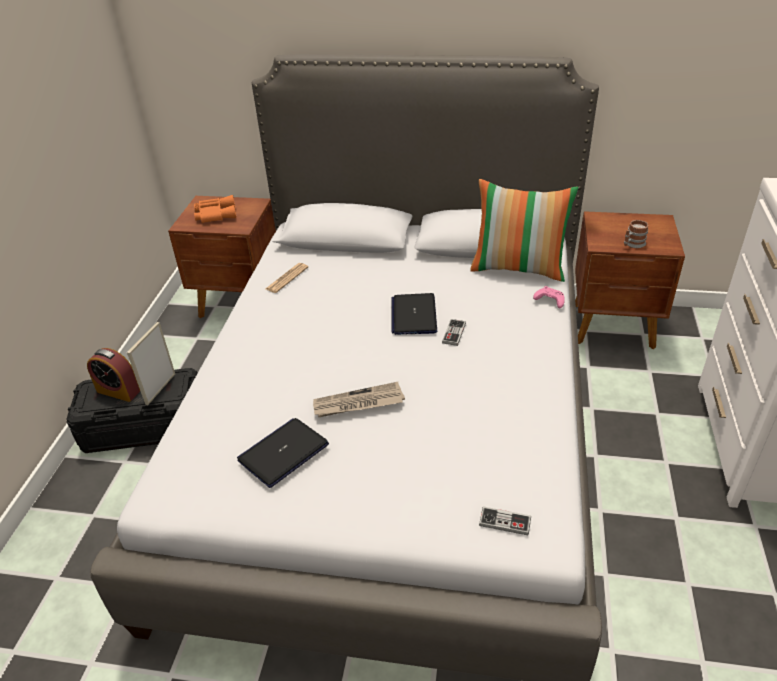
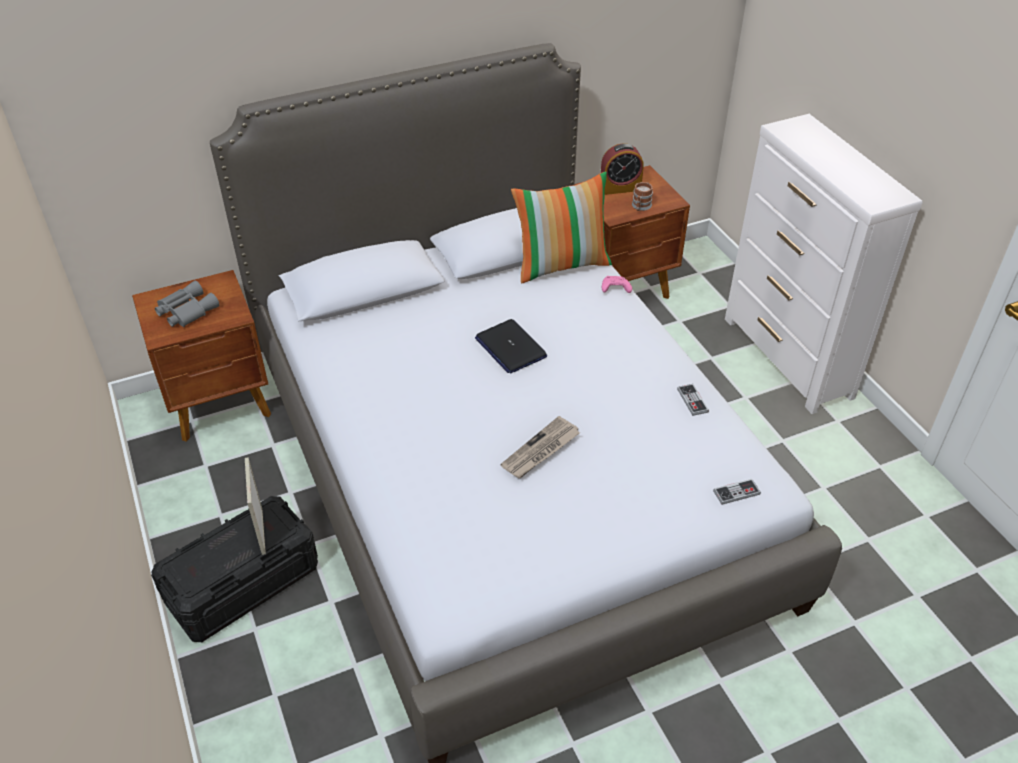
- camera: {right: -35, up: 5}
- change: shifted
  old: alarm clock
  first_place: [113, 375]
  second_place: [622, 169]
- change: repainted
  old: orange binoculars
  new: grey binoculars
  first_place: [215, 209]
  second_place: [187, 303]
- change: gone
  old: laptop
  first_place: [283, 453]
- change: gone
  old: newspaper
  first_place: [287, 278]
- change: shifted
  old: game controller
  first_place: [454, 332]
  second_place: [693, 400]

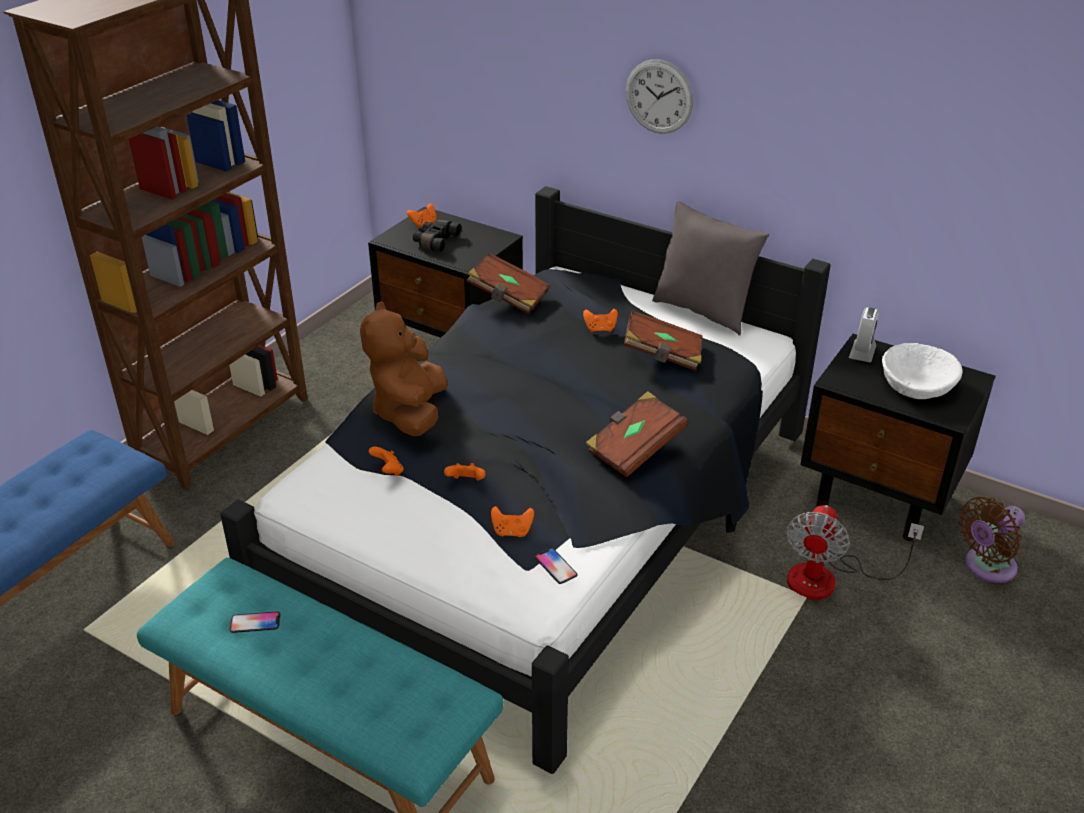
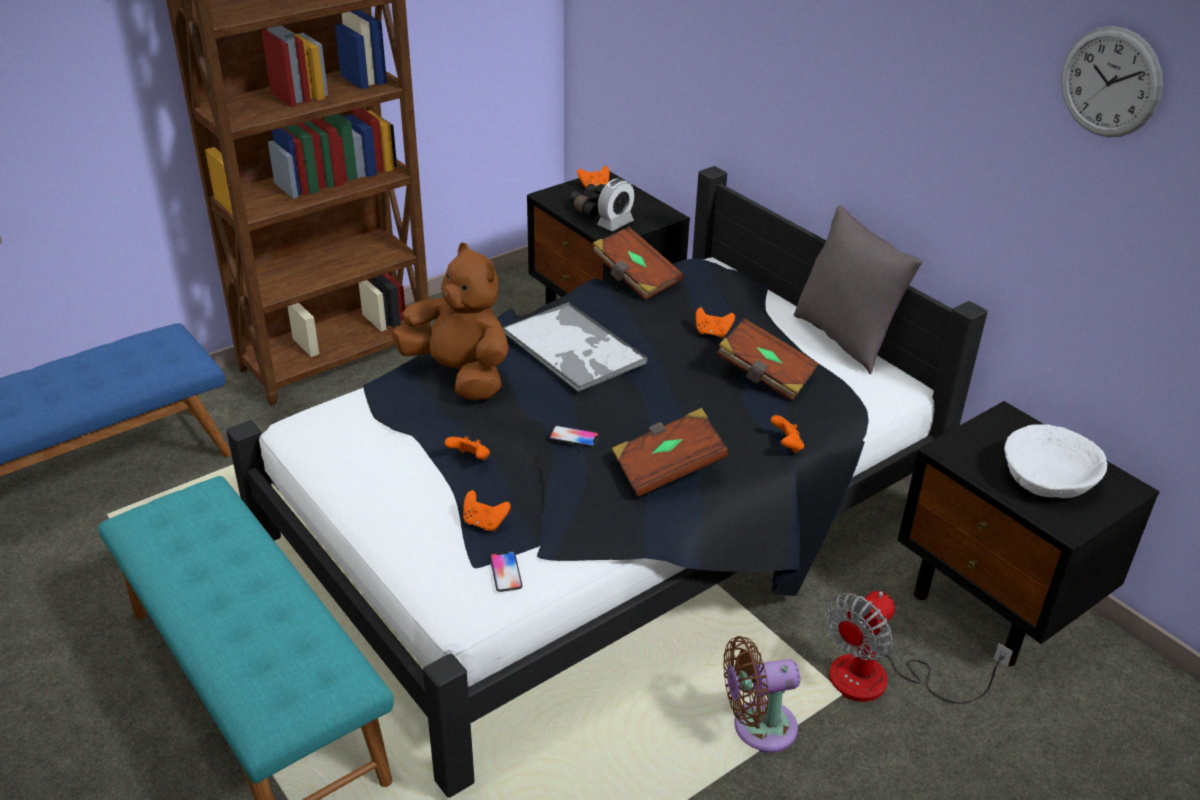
- camera: {right: 20, up: 0}
- change: shifted
  old: phone
  first_place: [255, 622]
  second_place: [574, 436]
- change: rotated
  old: brown plush toy
  first_place: [404, 368]
  second_place: [450, 321]
  degrees: 105
- change: shifted
  old: orange game controller
  first_place: [386, 461]
  second_place: [787, 434]
- change: shifted
  old: wall clock
  first_place: [659, 96]
  second_place: [1112, 81]
- change: shifted
  old: alarm clock
  first_place: [864, 335]
  second_place: [615, 204]
- change: shifted
  old: brown fan
  first_place: [992, 540]
  second_place: [761, 694]
- change: new
  new: tray
  second_place: [575, 347]

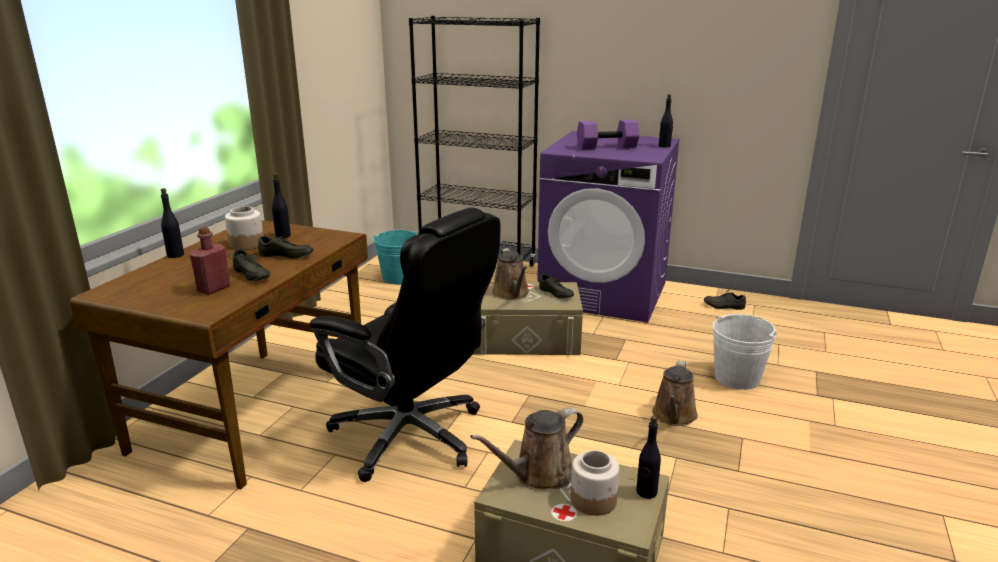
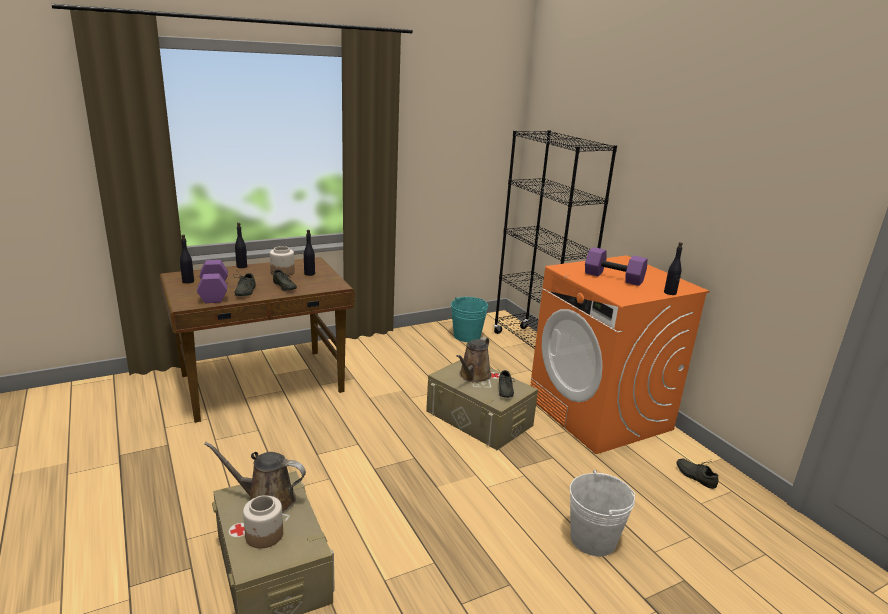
- camera: {right: 40, up: 0}
- change: swapped
  old: red bottle
  new: purple dumbbell
  first_place: [210, 261]
  second_place: [212, 281]
- change: gone
  old: black office chair
  first_place: [405, 345]
- change: repainted
  old: purple washing machine
  new: orange washing machine
  first_place: [608, 226]
  second_place: [619, 354]
- change: shifted
  old: black bottle
  first_place: [648, 457]
  second_place: [187, 259]
- change: gone
  old: brown watering can
  first_place: [675, 393]

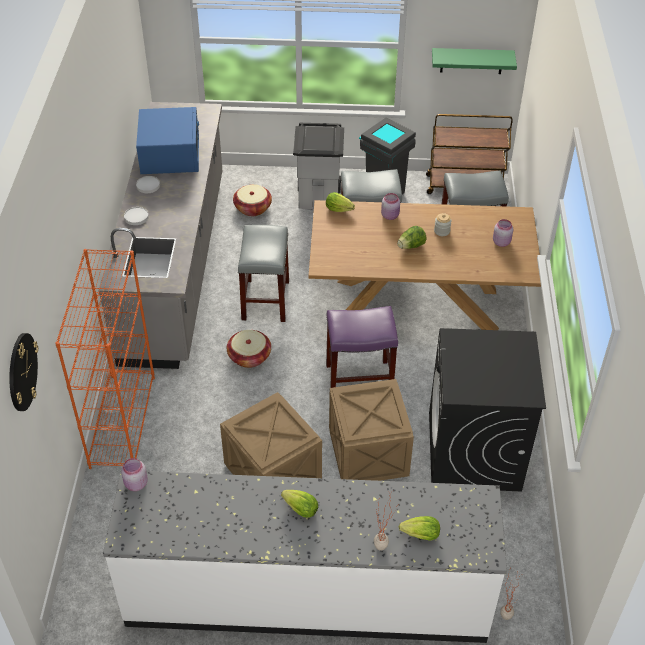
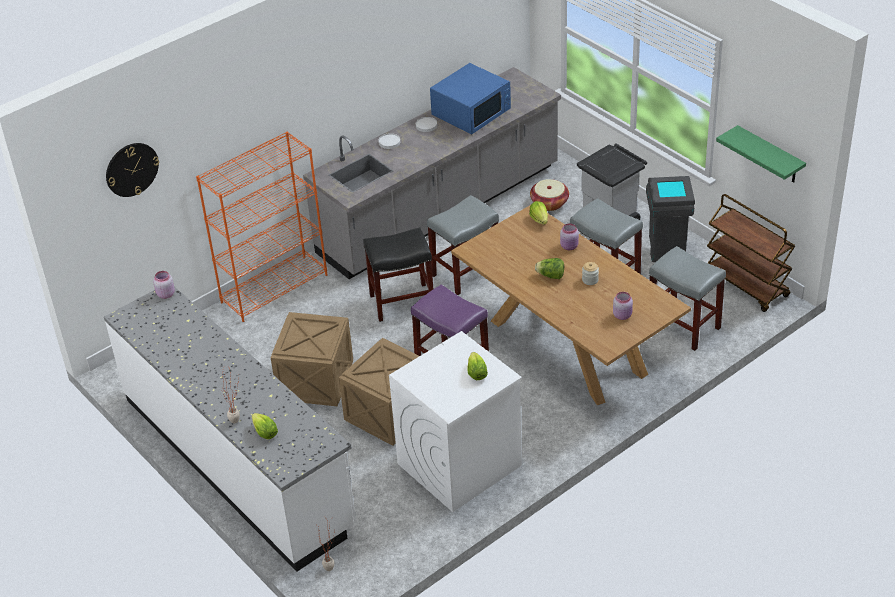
- camera: {right: 50, up: -5}
- change: swapped
  old: basket
  new: black stool
  first_place: [249, 349]
  second_place: [398, 274]
- change: shifted
  old: lettuce
  first_place: [299, 504]
  second_place: [478, 366]
- change: repainted
  old: black washing machine
  new: white washing machine
  first_place: [487, 410]
  second_place: [455, 421]

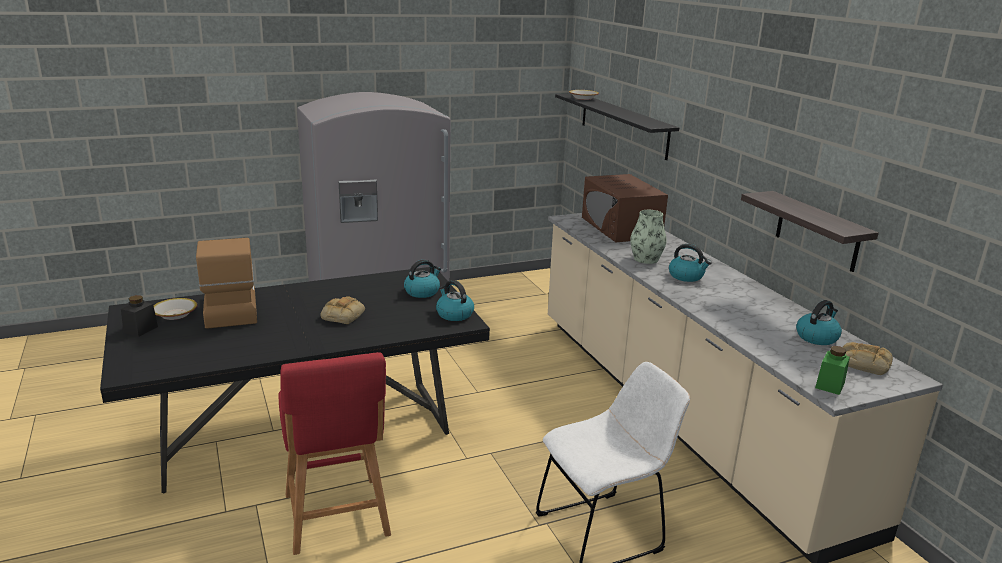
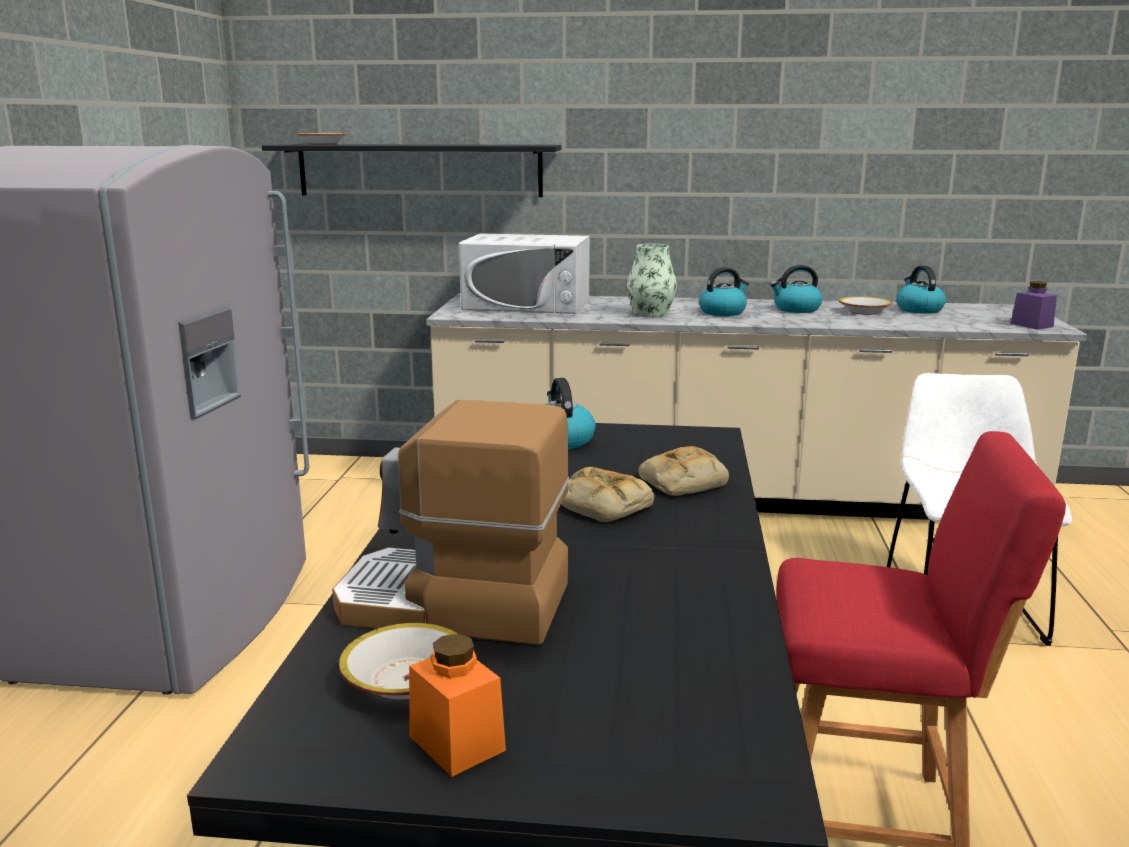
- camera: {right: -60, up: -5}
- change: repainted
  old: black jar
  new: orange jar
  first_place: [139, 316]
  second_place: [457, 705]
- change: shifted
  old: kettle
  first_place: [455, 300]
  second_place: [796, 289]
- change: repainted
  old: brown microwave
  new: white microwave
  first_place: [625, 208]
  second_place: [524, 273]
- change: gone
  old: shelf
  first_place: [810, 231]
- change: repainted
  old: green jar
  new: purple jar
  first_place: [832, 370]
  second_place: [1034, 305]
- change: shifted
  old: bread
  first_place: [867, 358]
  second_place: [683, 471]
- change: new
  new: bowl
  second_place: [865, 305]

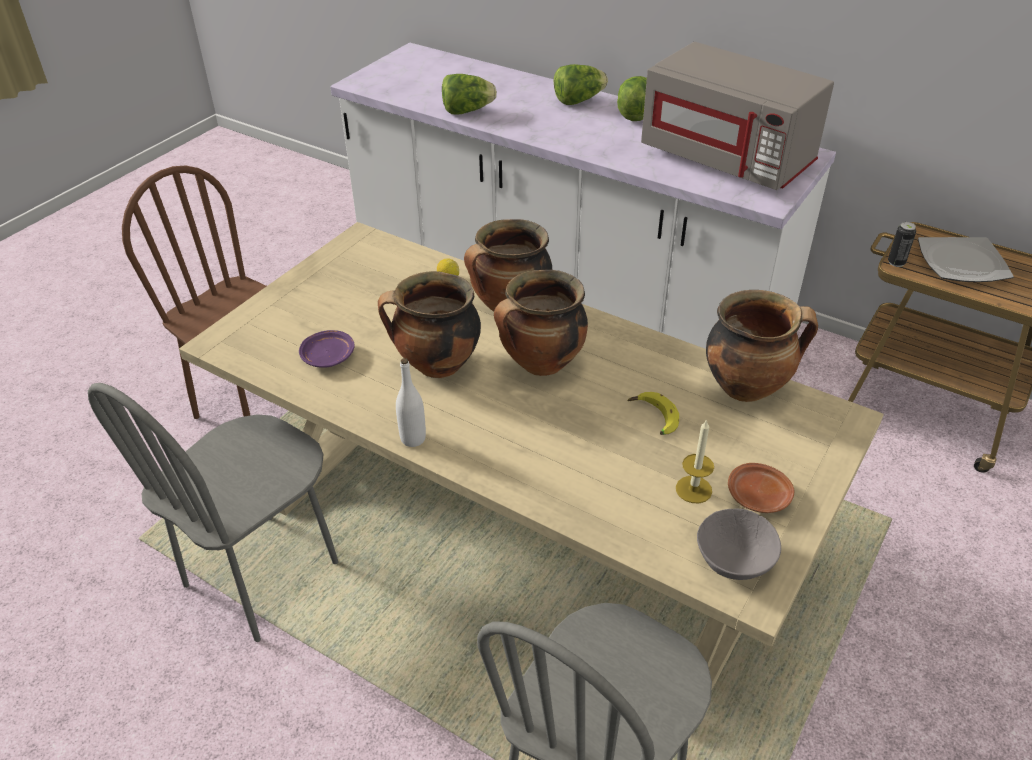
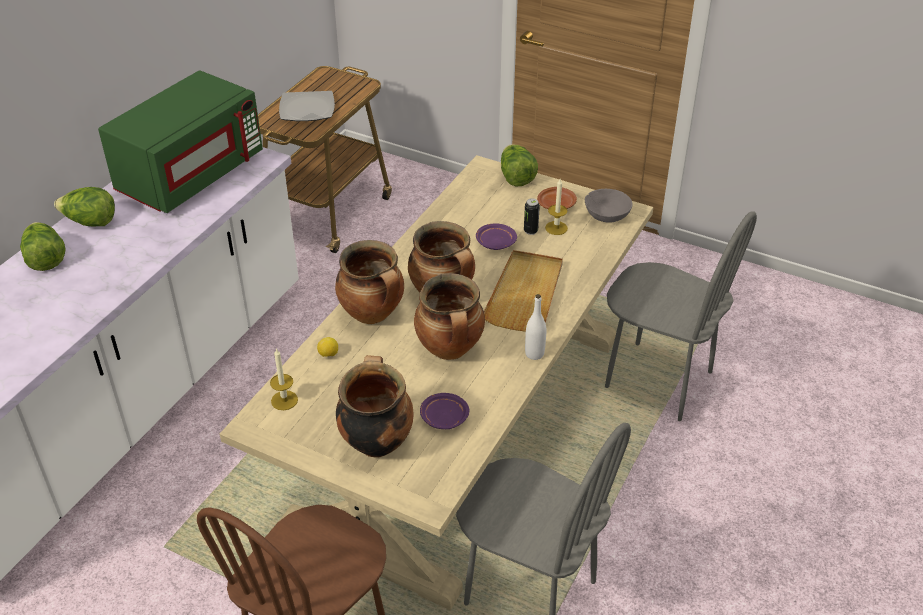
- camera: {right: -95, up: 0}
- change: shifted
  old: lettuce
  first_place: [469, 94]
  second_place: [519, 165]
- change: swapped
  old: banana
  new: purple plate
  first_place: [653, 413]
  second_place: [496, 236]
- change: repainted
  old: grey microwave
  new: green microwave
  first_place: [737, 116]
  second_place: [180, 141]
- change: shifted
  old: cooking pot
  first_place: [762, 346]
  second_place: [375, 406]
- change: shifted
  old: can
  first_place: [902, 244]
  second_place: [532, 216]
- change: new
  new: candle
  second_place: [284, 379]
- change: new
  new: beige tray
  second_place: [523, 291]

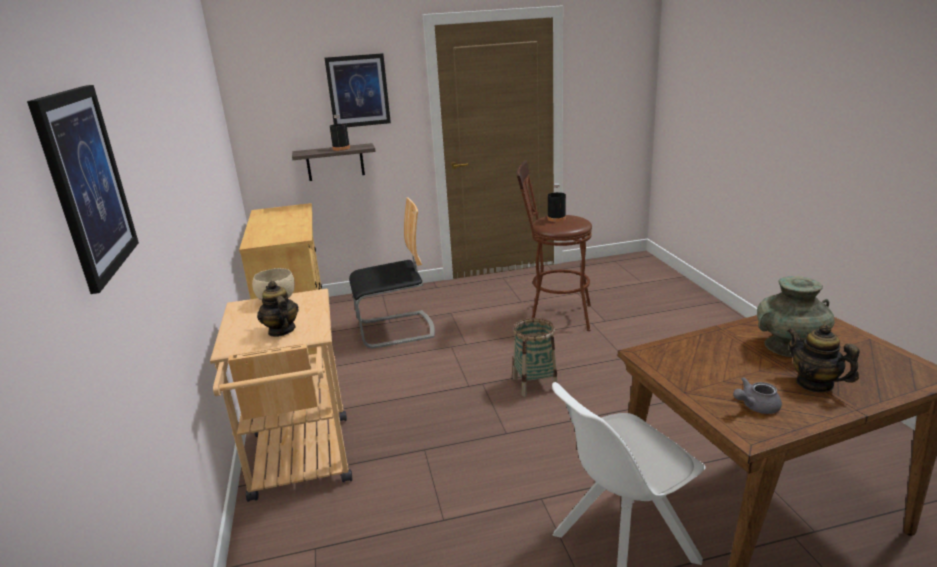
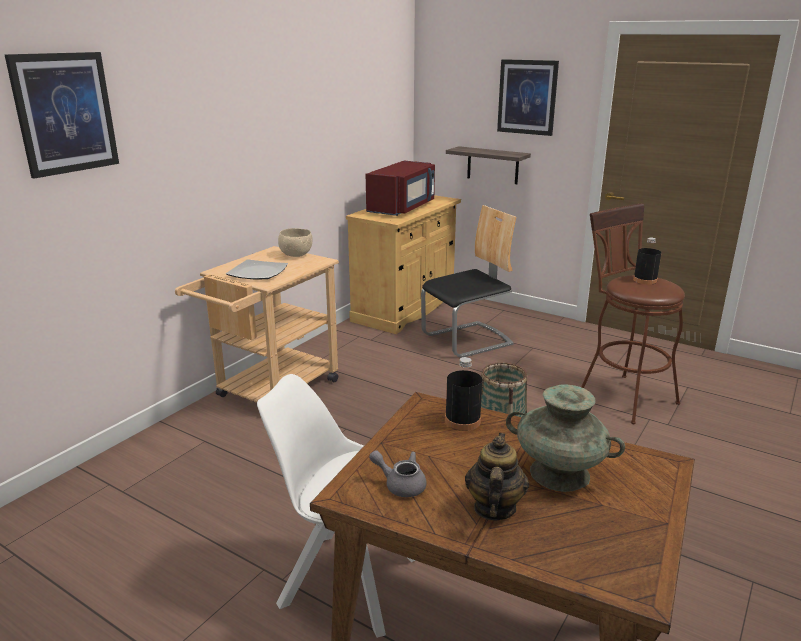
- camera: {right: 45, up: 0}
- change: swapped
  old: teapot
  new: plate
  first_place: [278, 309]
  second_place: [257, 269]
- change: shifted
  old: black bottle
  first_place: [340, 132]
  second_place: [463, 394]
- change: rotated
  old: chair
  first_place: [392, 273]
  second_place: [468, 281]
  degrees: -60
- change: new
  new: red microwave
  second_place: [400, 188]

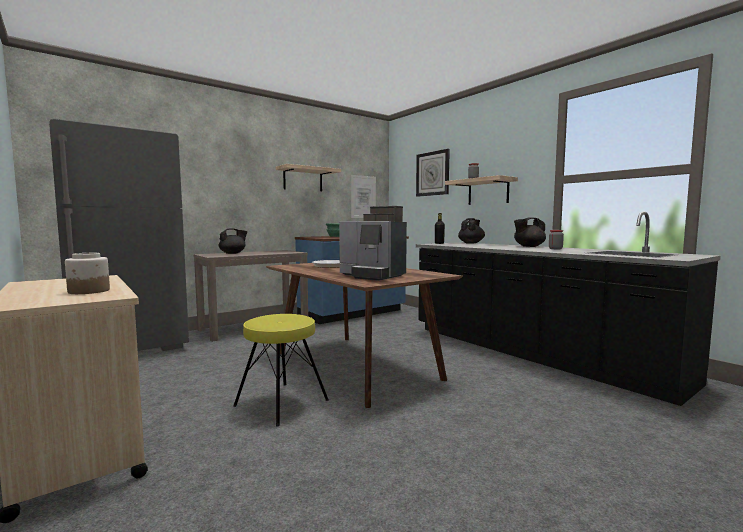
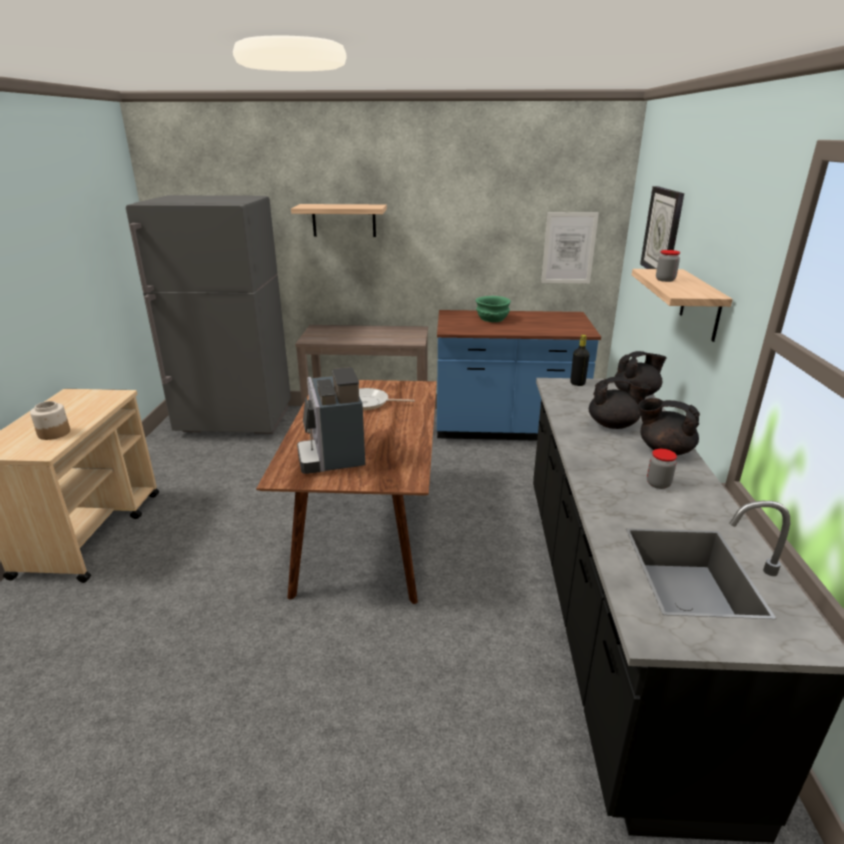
- camera: {right: 40, up: 20}
- change: shifted
  old: black teapot
  first_place: [233, 241]
  second_place: [620, 403]
- change: gone
  old: yellow stool
  first_place: [281, 370]
- change: shifted
  old: shelf
  first_place: [308, 177]
  second_place: [339, 220]

